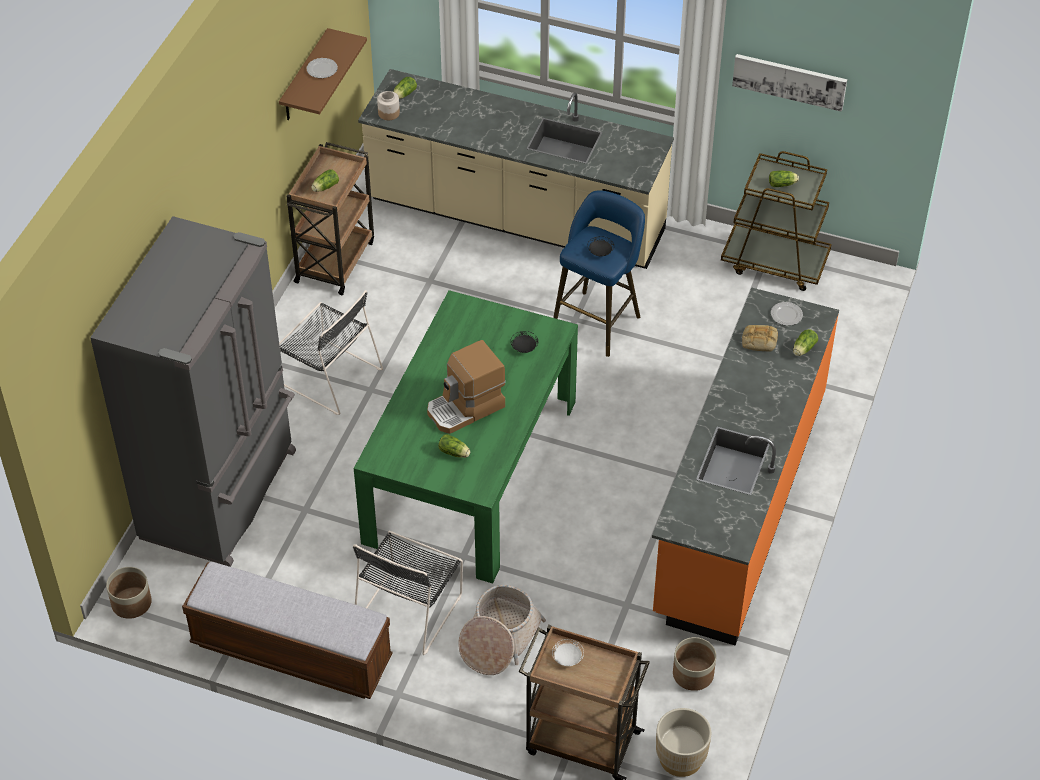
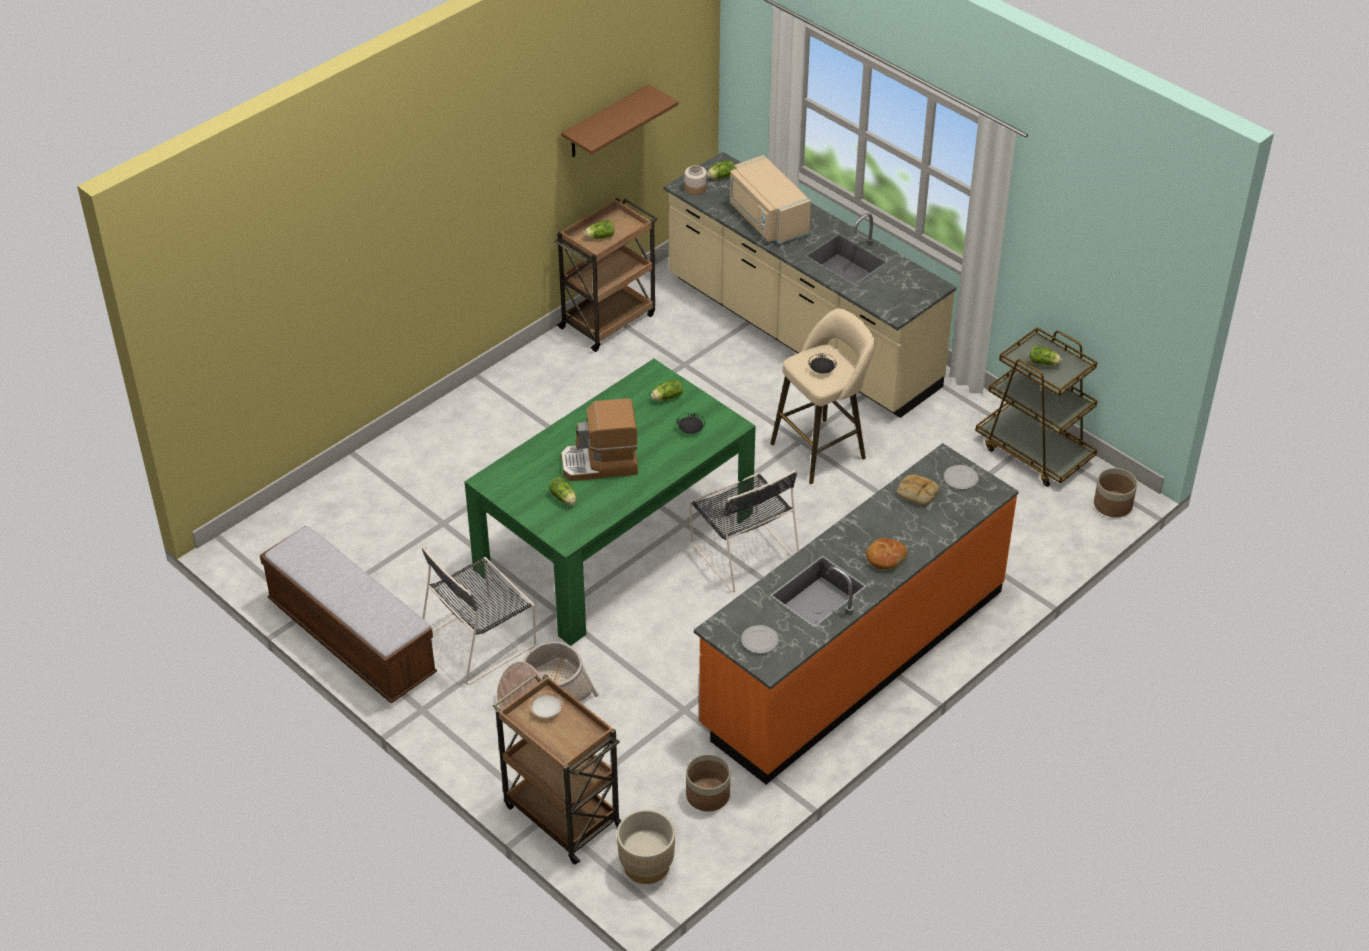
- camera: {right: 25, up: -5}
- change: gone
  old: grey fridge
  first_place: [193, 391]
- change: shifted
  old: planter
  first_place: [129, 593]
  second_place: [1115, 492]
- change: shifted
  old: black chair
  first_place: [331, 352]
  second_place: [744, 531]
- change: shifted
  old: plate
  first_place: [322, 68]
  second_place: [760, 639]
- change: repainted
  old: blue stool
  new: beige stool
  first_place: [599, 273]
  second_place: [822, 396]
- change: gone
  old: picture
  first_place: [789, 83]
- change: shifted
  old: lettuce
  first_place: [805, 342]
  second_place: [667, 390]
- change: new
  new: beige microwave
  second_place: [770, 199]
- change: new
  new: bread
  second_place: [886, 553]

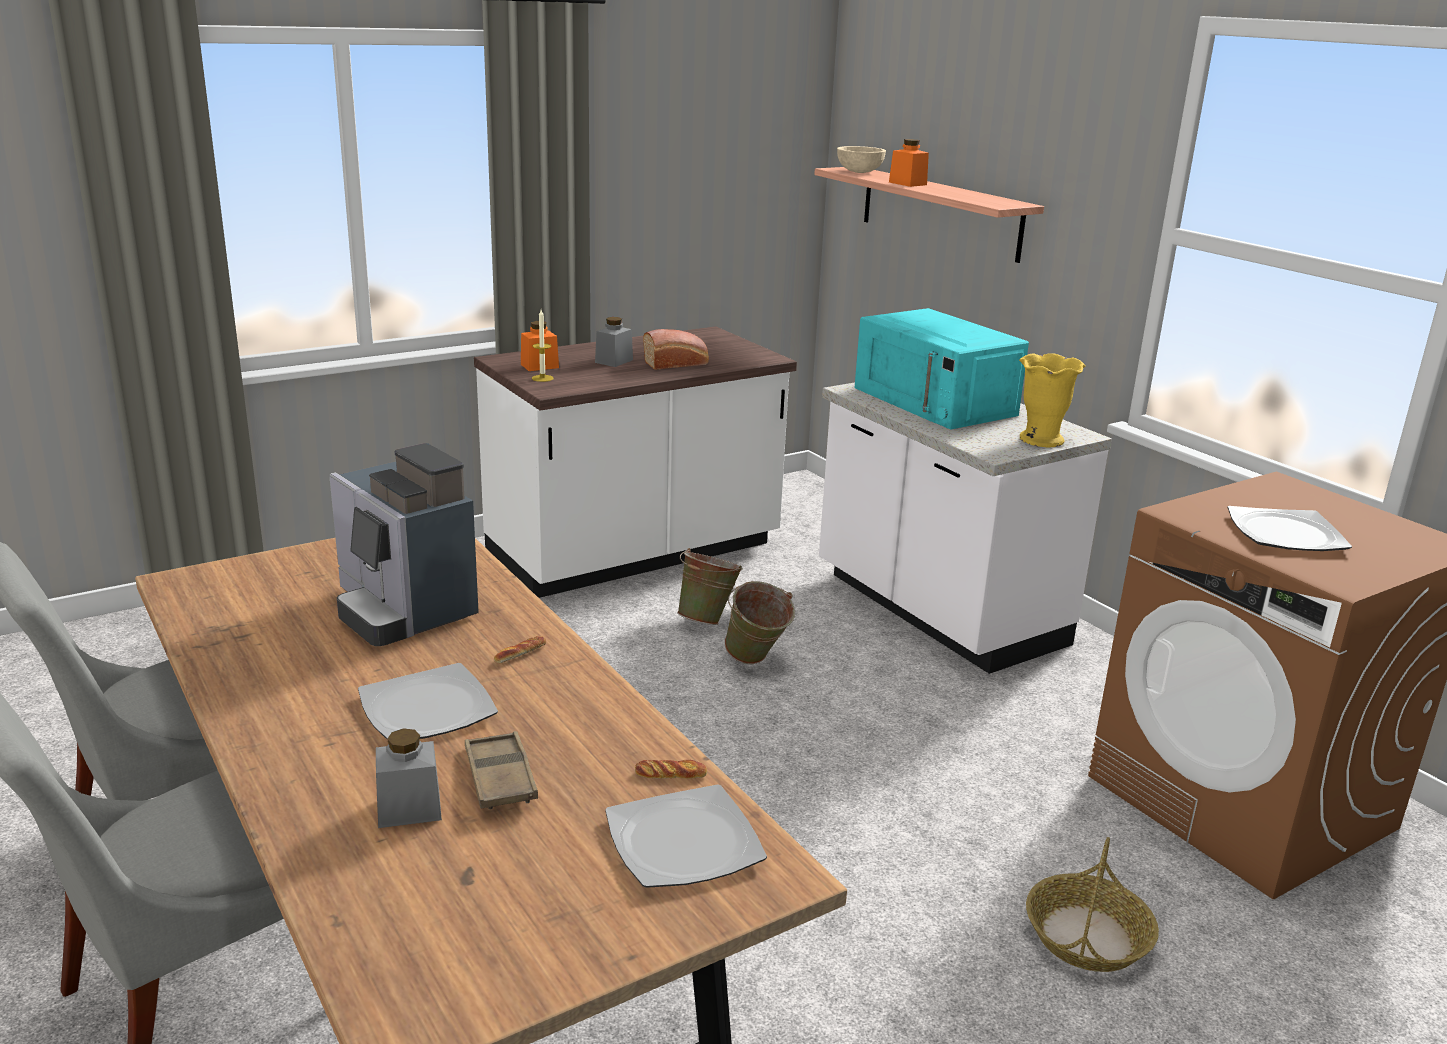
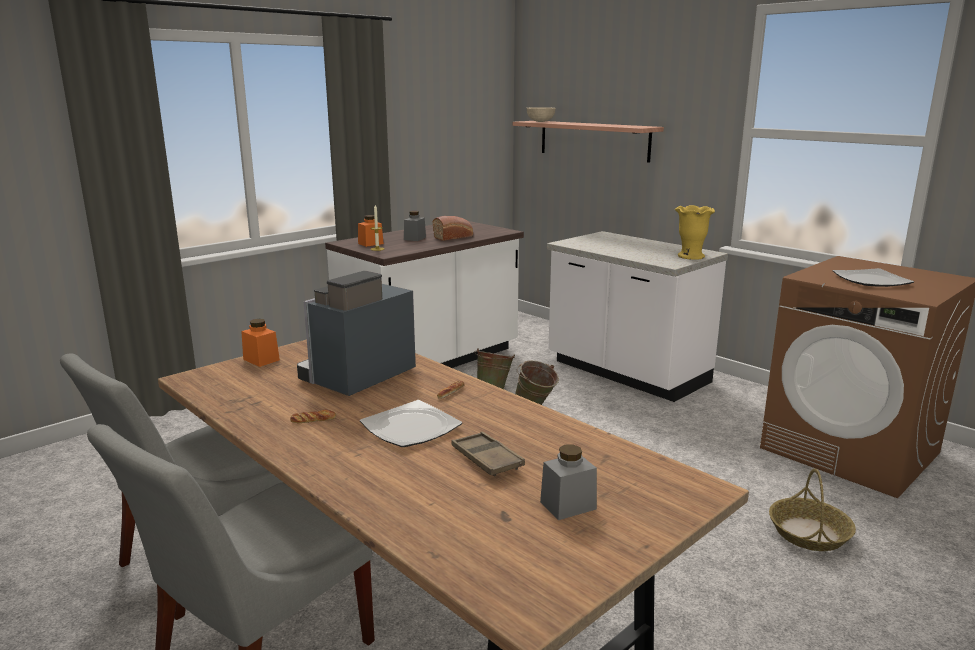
- camera: {right: -10, up: -5}
- change: rotated
  old: coffee machine
  first_place: [404, 544]
  second_place: [356, 333]
  degrees: 90
- change: shifted
  old: grey jar
  first_place: [409, 778]
  second_place: [568, 482]
- change: gone
  old: plate
  first_place: [686, 836]
- change: shifted
  old: bread
  first_place: [671, 769]
  second_place: [313, 416]
- change: gone
  old: turquoise microwave
  first_place: [942, 369]
- change: shifted
  old: orange jar
  first_place: [909, 163]
  second_place: [260, 343]

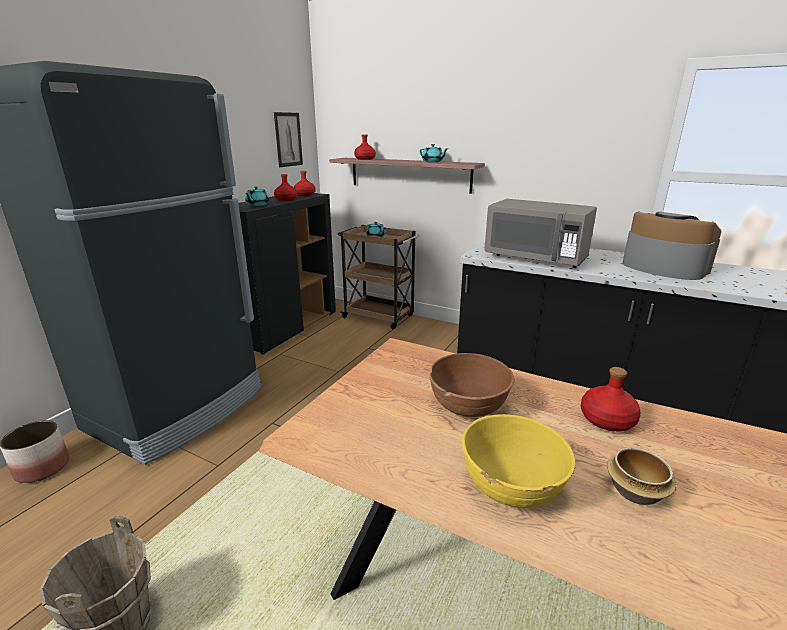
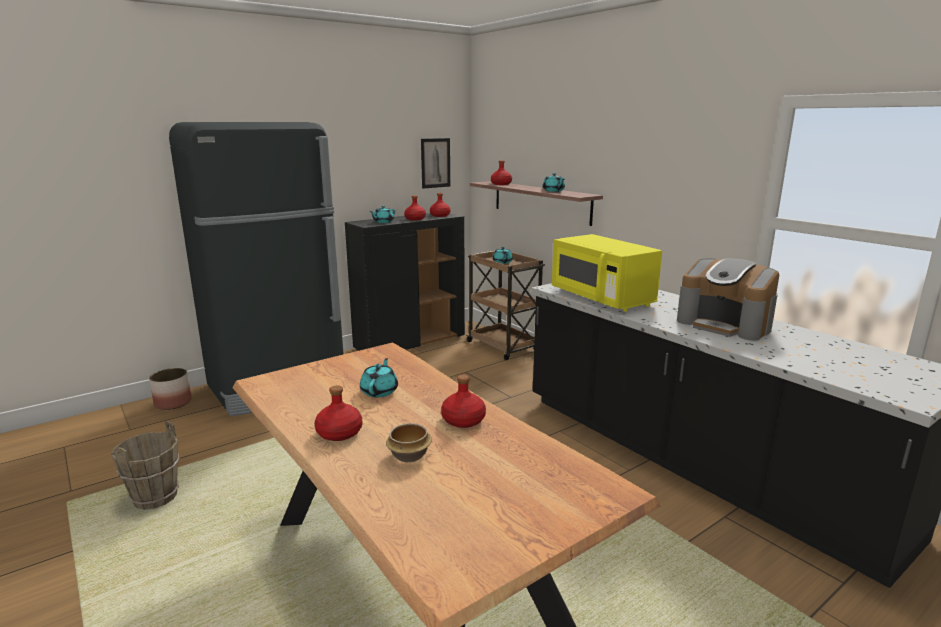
- camera: {right: 25, up: -5}
- change: swapped
  old: brown bowl
  new: turquoise teapot
  first_place: [471, 385]
  second_place: [379, 378]
- change: swapped
  old: yellow bowl
  new: red bottle
  first_place: [519, 461]
  second_place: [338, 413]
- change: repainted
  old: grey microwave
  new: yellow microwave
  first_place: [540, 233]
  second_place: [607, 273]
- change: rotated
  old: coffee machine
  first_place: [672, 245]
  second_place: [728, 299]
  degrees: 150

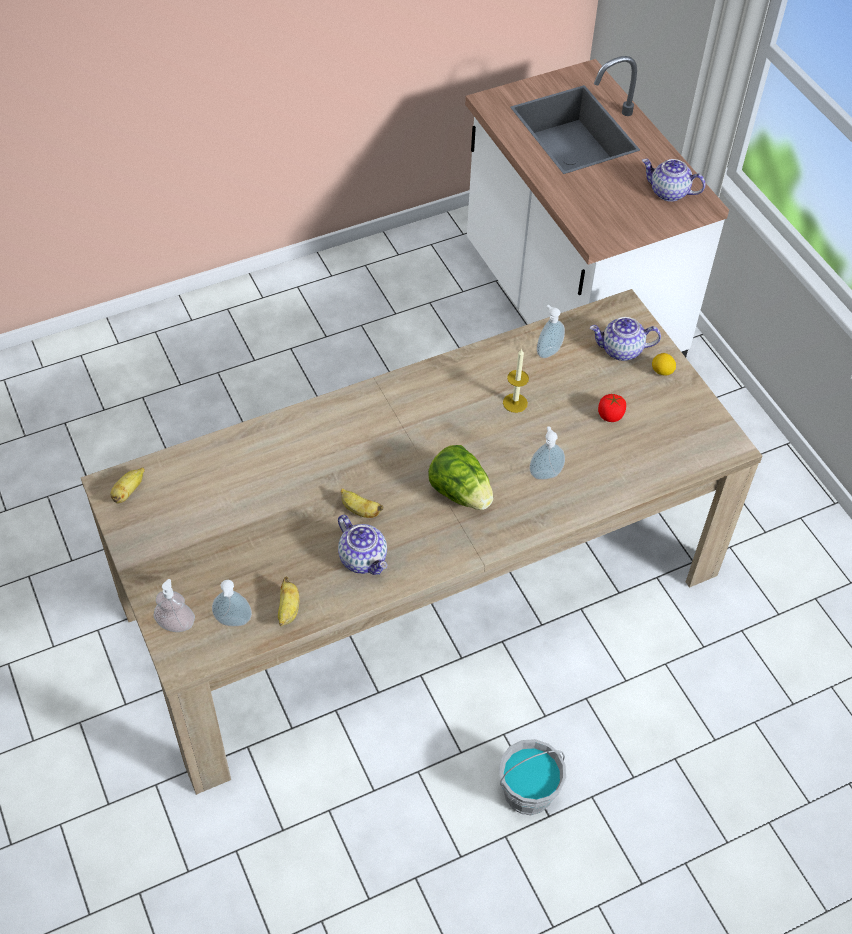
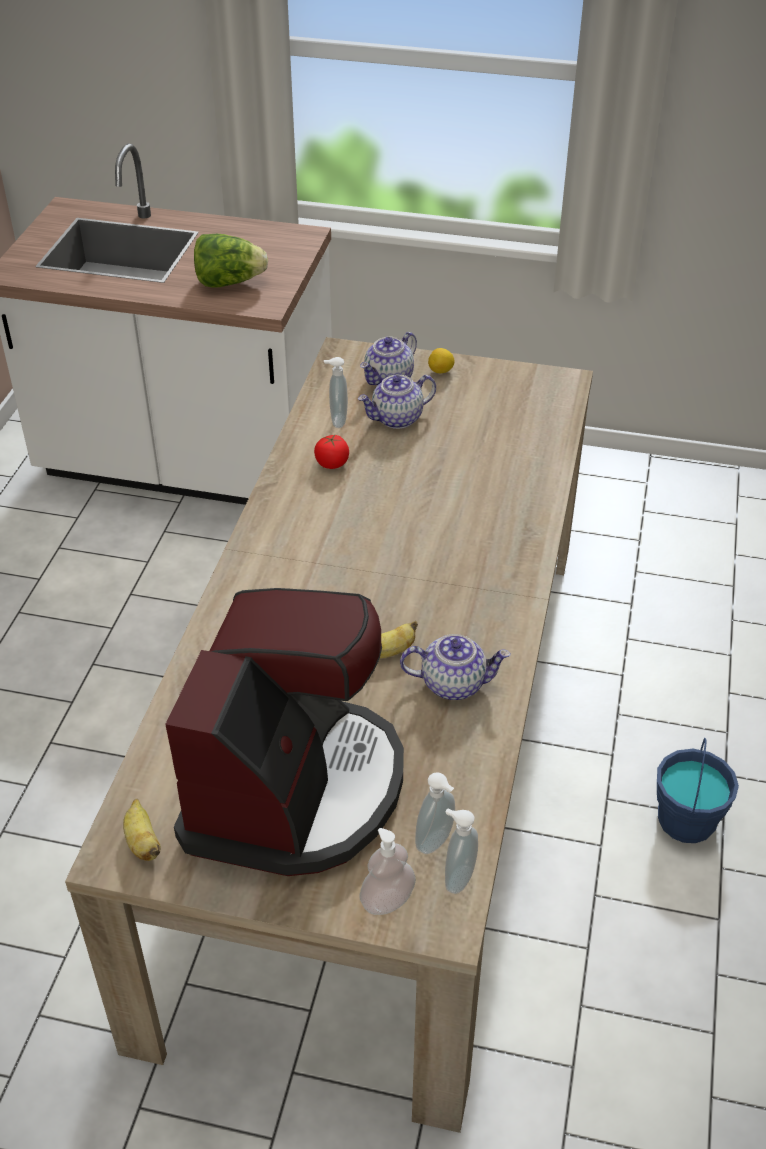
- camera: {right: -50, up: -10}
- change: gone
  old: banana
  first_place: [288, 601]
- change: shifted
  old: lettuce
  first_place: [460, 477]
  second_place: [231, 261]
- change: repainted
  old: grey bucket
  new: blue bucket
  first_place: [532, 777]
  second_place: [698, 790]
- change: gone
  old: candle
  first_place: [516, 380]
- change: shifted
  old: soap dispenser
  first_place: [547, 453]
  second_place: [461, 851]
- change: shifted
  old: tomato
  first_place: [612, 408]
  second_place: [331, 452]
- change: shifted
  old: teapot
  first_place: [673, 180]
  second_place: [397, 402]
- change: new
  new: coffee machine
  second_place: [284, 732]

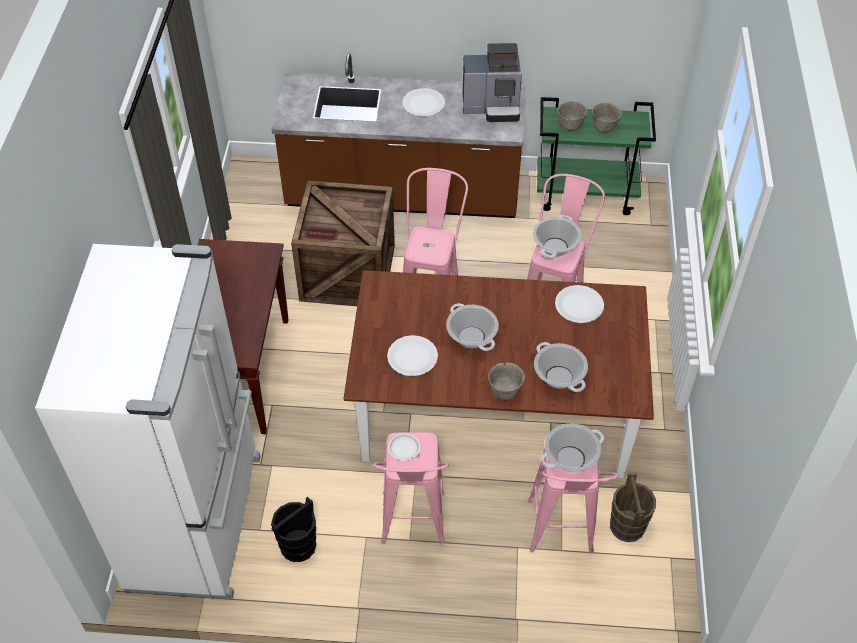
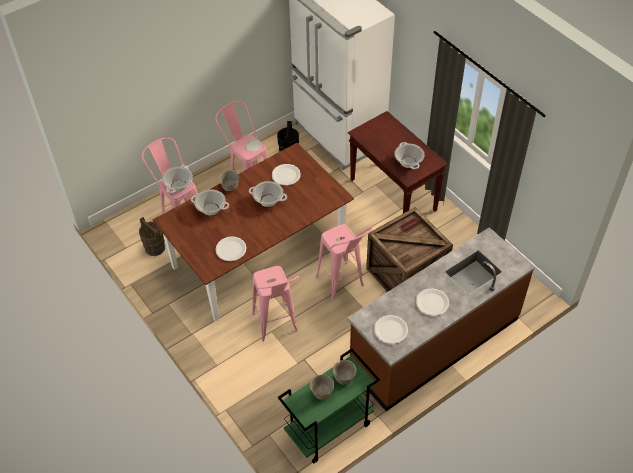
- camera: {right: 140, up: 0}
- change: swapped
  old: coffee machine
  new: white plate
  first_place: [492, 82]
  second_place: [391, 329]
- change: shifted
  old: cooking pot
  first_place: [557, 237]
  second_place: [409, 155]

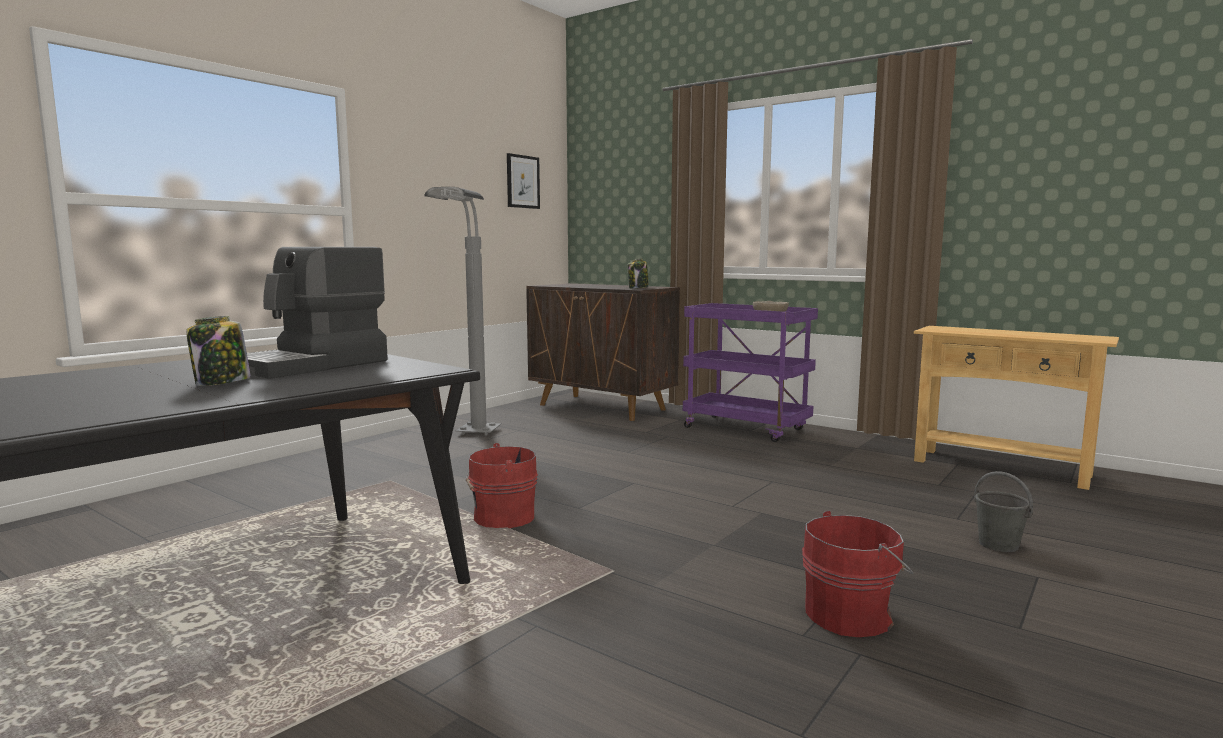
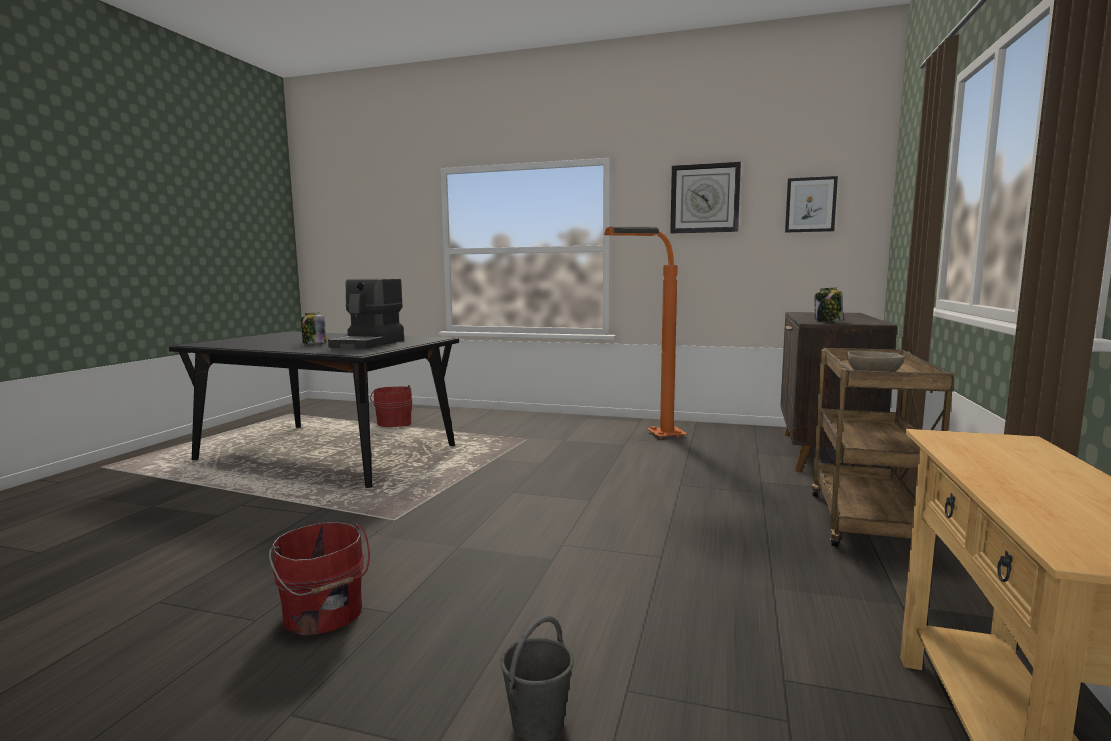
- camera: {right: 70, up: 0}
- change: rotated
  old: coffee machine
  first_place: [317, 313]
  second_place: [366, 313]
  degrees: -90
- change: repainted
  old: grey floor lamp
  new: orange floor lamp
  first_place: [462, 311]
  second_place: [646, 332]
- change: shifted
  old: red bucket
  first_place: [502, 485]
  second_place: [391, 406]
- change: repainted
  old: purple cart
  new: brown cart
  first_place: [750, 372]
  second_place: [883, 449]
- change: new
  new: wall clock
  second_place: [705, 198]

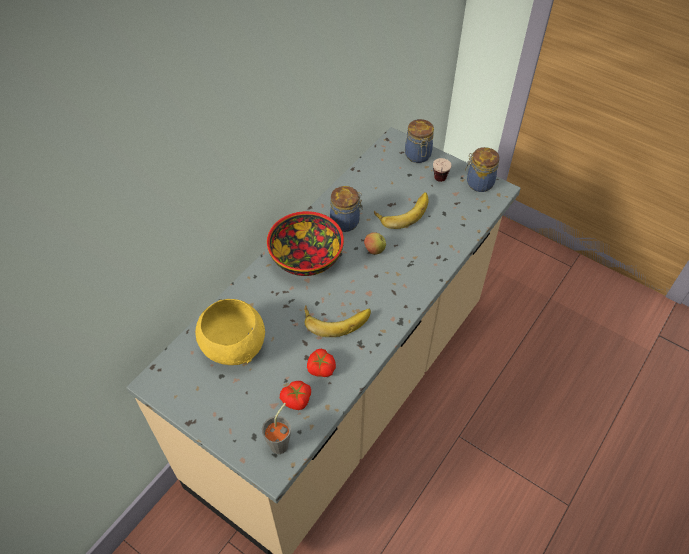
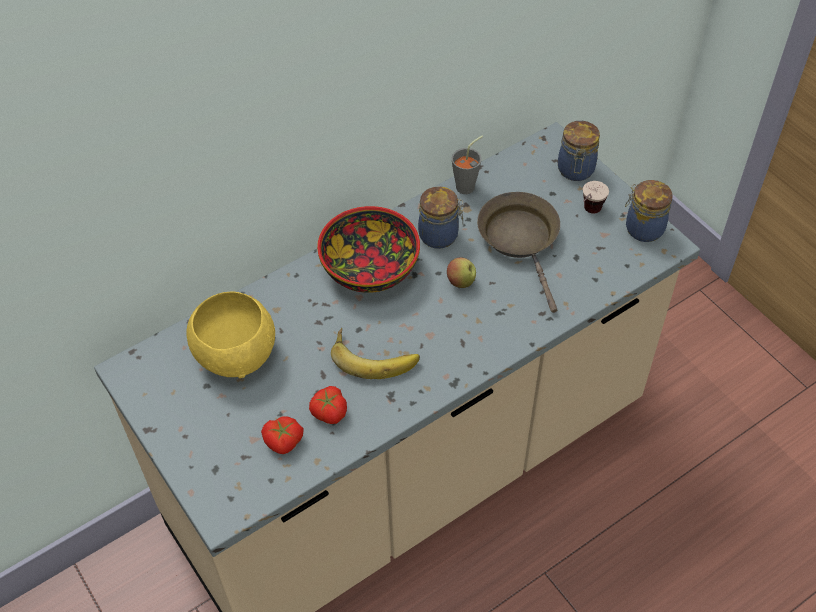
- camera: {right: 20, up: 0}
- change: shifted
  old: grey cup
  first_place: [276, 428]
  second_place: [467, 165]
- change: swapped
  old: banana
  new: brown frying pan
  first_place: [401, 210]
  second_place: [518, 252]

